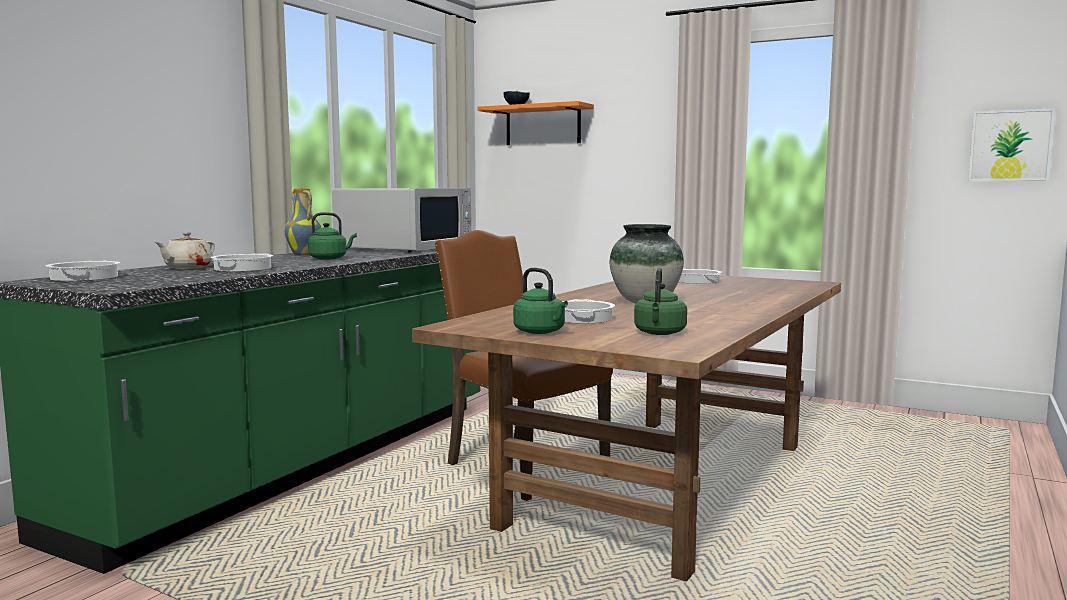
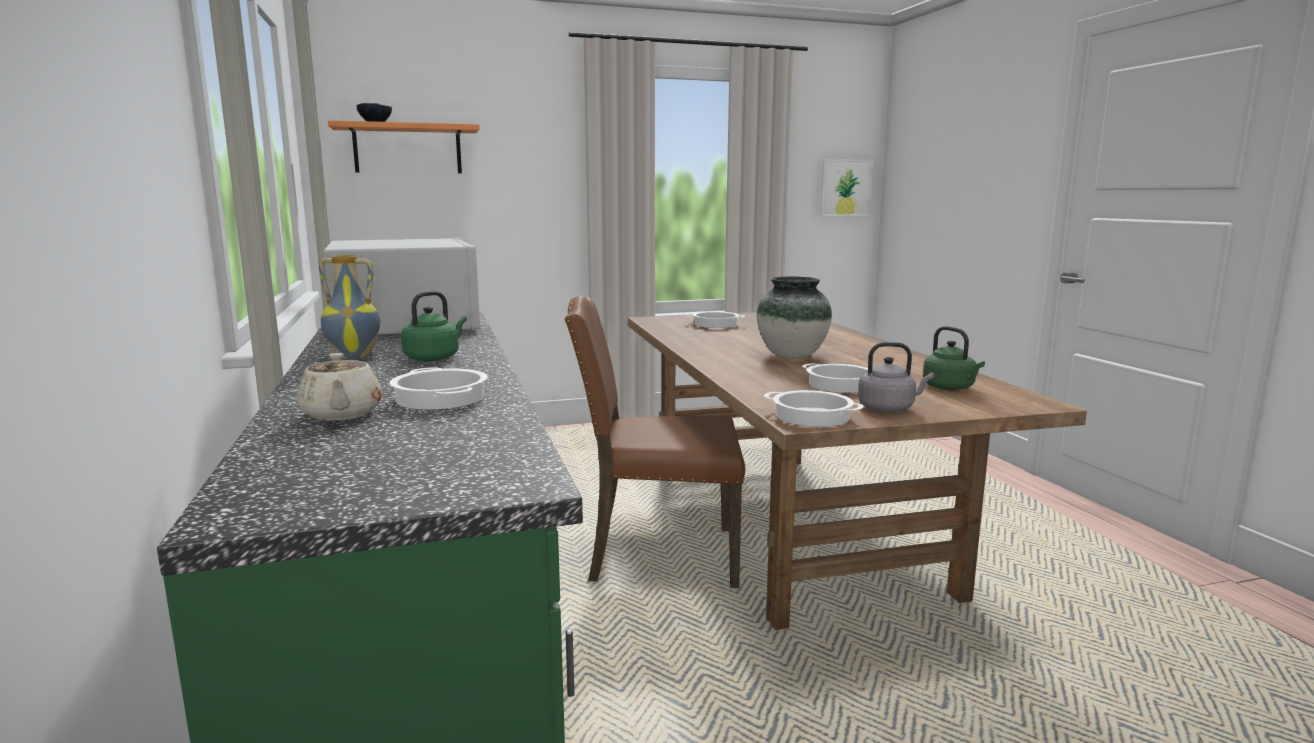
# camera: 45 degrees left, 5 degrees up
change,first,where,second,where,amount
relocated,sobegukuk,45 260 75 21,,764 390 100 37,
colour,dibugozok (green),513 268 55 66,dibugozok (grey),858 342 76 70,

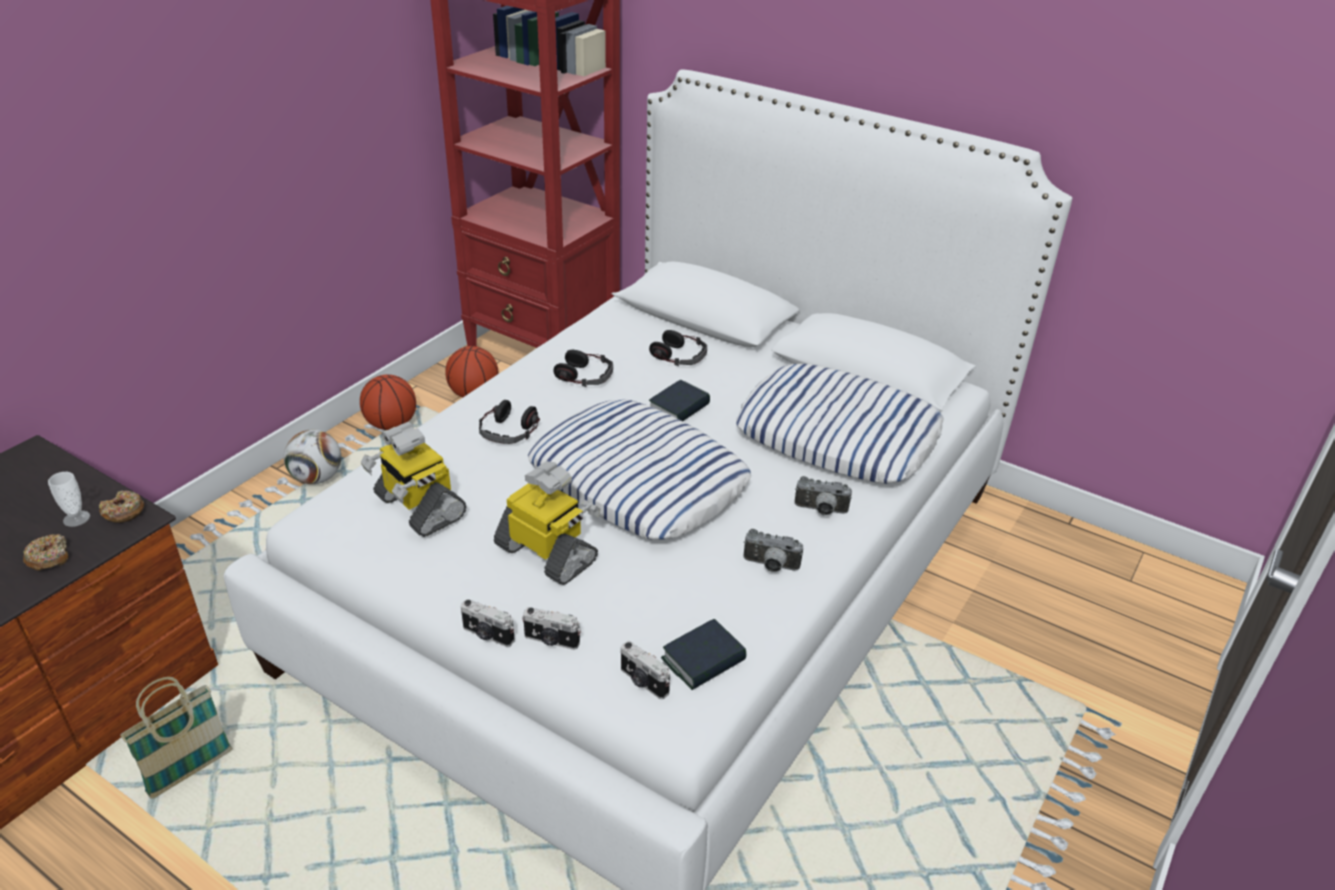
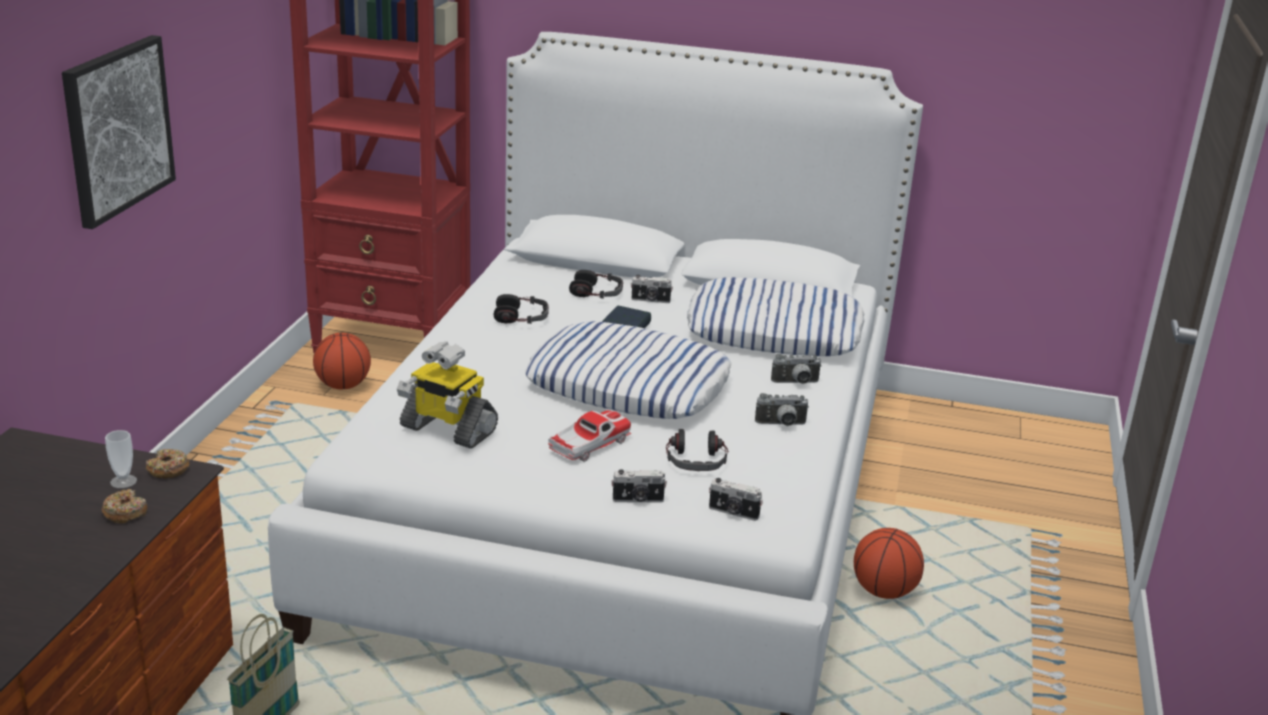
# camera: 20 degrees left, 10 degrees down
change,first,where,second,where,amount
missing,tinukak,284 430 57 54,,,
relocated,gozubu,360 374 56 56,,854 528 70 71,
relocated,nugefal,461 599 54 48,,631 275 42 28,
relocated,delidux,479 400 61 44,,666 429 63 42,
exchanged,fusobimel,494 461 107 124,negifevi,548 410 83 52,
missing,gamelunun,661 619 85 71,,,
appeared,,,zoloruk,62 35 114 194,

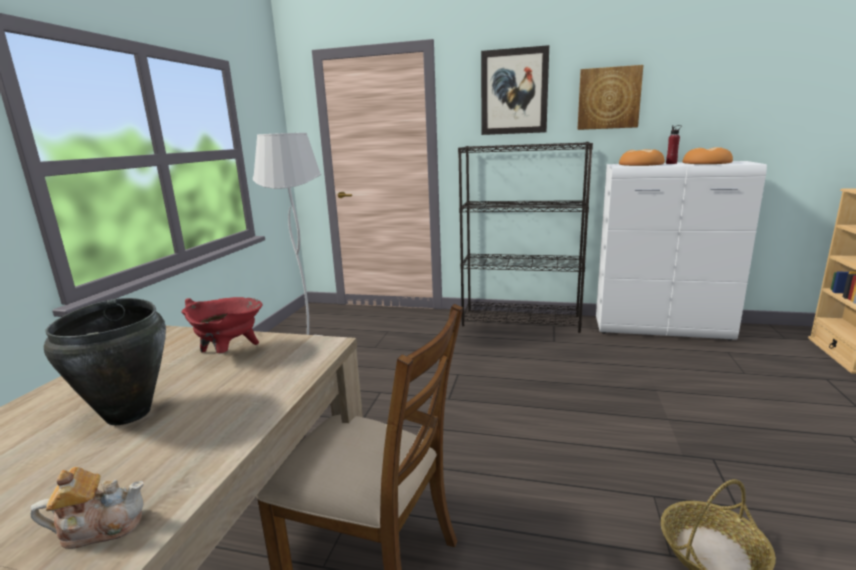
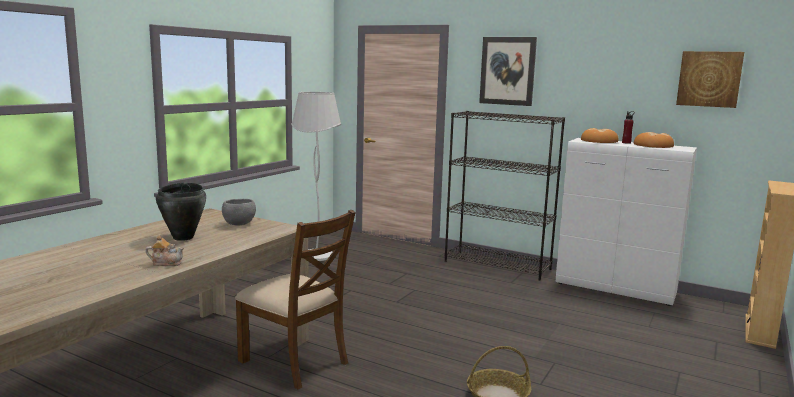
# camera: 15 degrees right, 5 degrees down
change,first,where,second,where,amount
exchanged,sobegukuk (red),181 297 82 56,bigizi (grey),222 199 34 27,
relocated,zoloruk,577 65 66 65,,676 51 68 57,

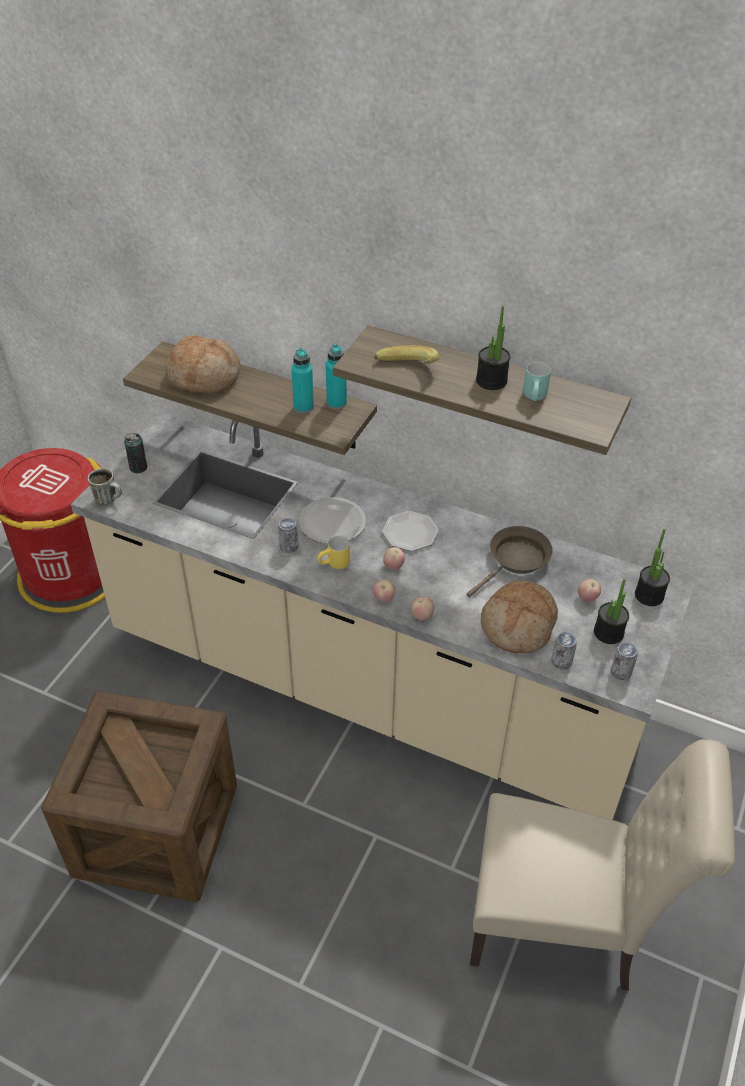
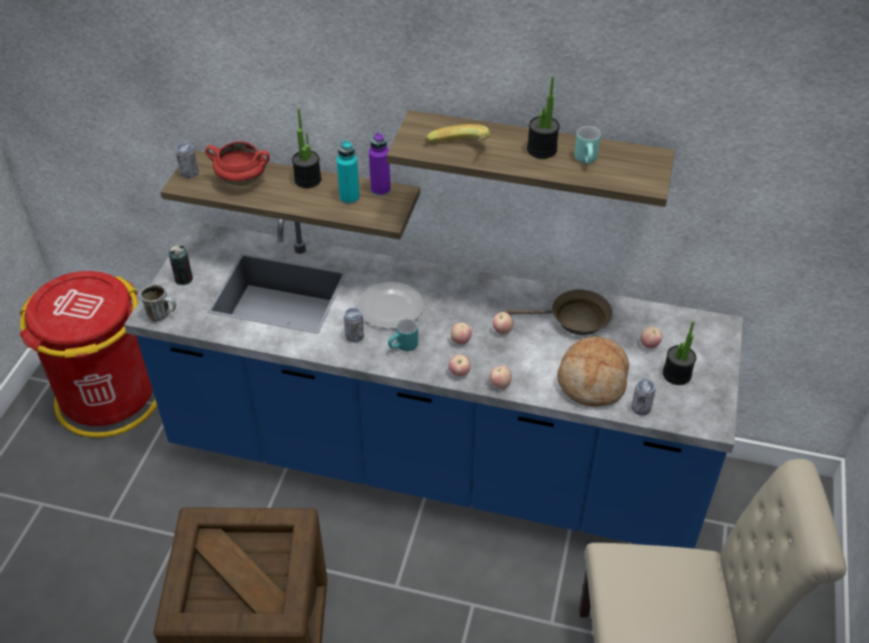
# camera: 10 degrees left, 0 degrees up
change,first,where,second,where,amount
colour,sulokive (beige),71 412 624 408,sulokive (blue),124 219 619 330,
exchanged,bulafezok,165 335 75 58,sobegukuk (red),205 141 65 45,
colour,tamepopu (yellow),318 536 32 33,tamepopu (turquoise),388 318 30 33,
colour,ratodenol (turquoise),326 344 21 65,ratodenol (purple),369 132 22 64,
missing,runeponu,382 511 57 40,,,
spun,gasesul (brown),467 526 86 71,,506 289 106 46,60 degrees clockwise
relocated,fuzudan,611 642 27 38,,176 143 23 35,
relocated,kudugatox,635 529 35 77,,292 108 29 80,
appeared,,,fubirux,493 312 21 22,

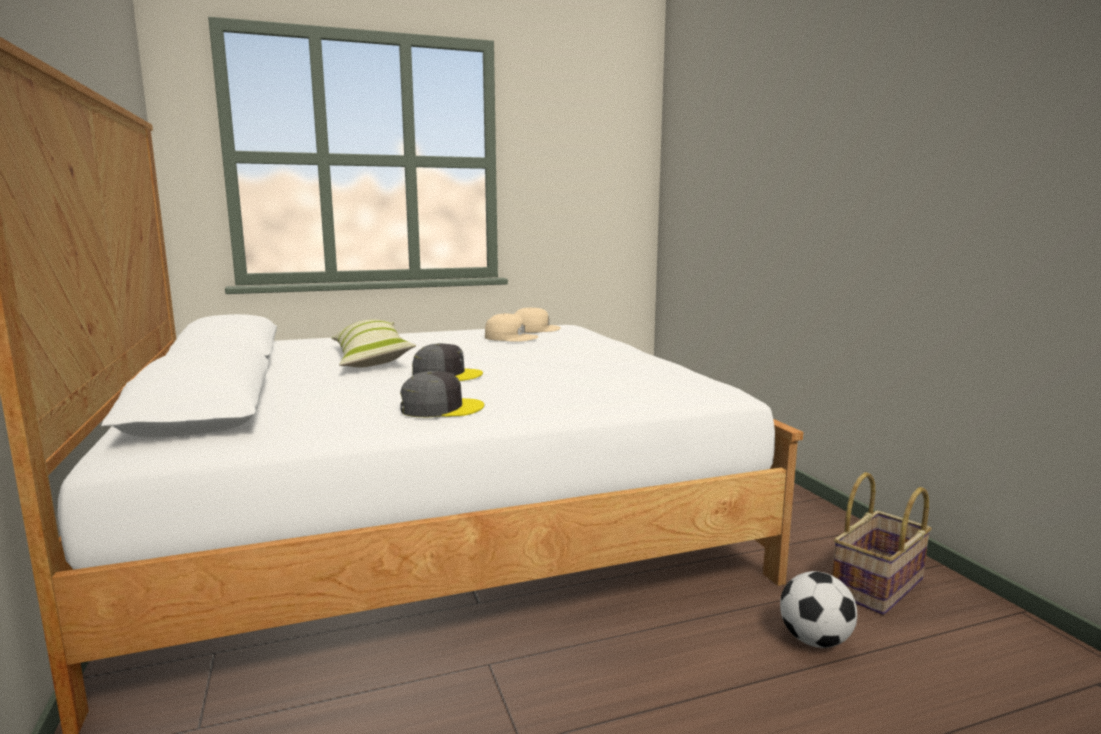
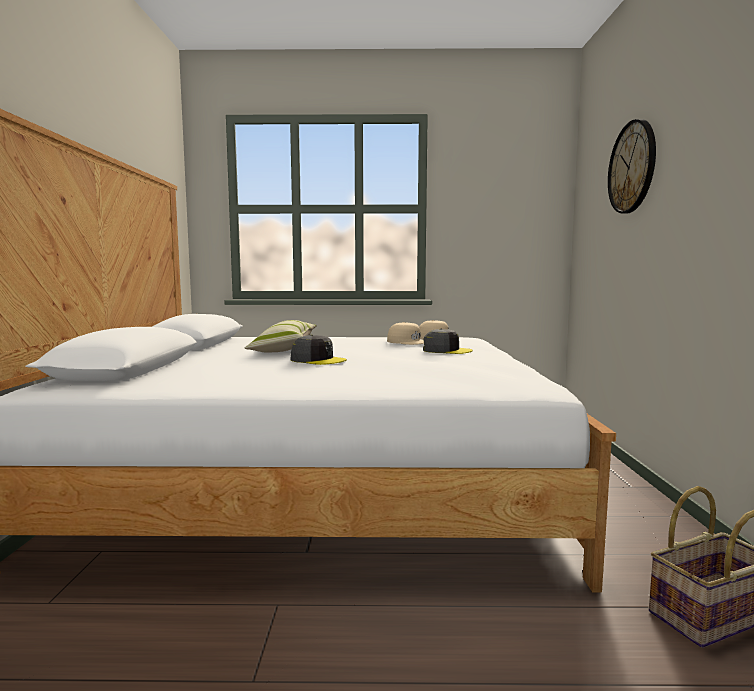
# camera: 20 degrees right, 5 degrees down
change,first,where,second,where,amount
relocated,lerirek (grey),400 371 84 46,,423 329 50 25,
missing,tinukak,780 571 77 77,,,
appeared,,,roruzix,608 119 48 95,

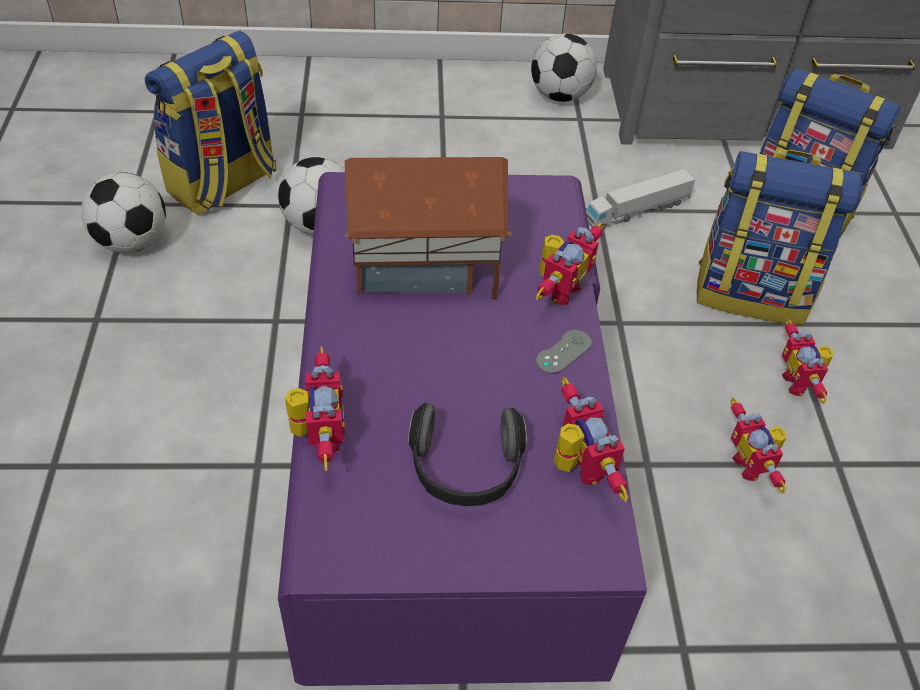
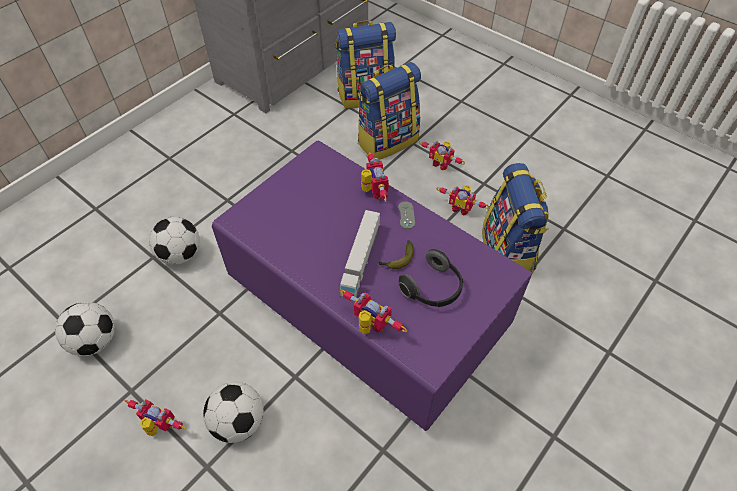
# camera: 45 degrees left, 5 degrees up
change,first,where,second,where,amount
relocated,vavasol,145 31 131 185,,482 163 67 111,
missing,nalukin,345 157 166 143,,,
relocated,tinukak,531 34 66 68,,203 382 61 61,
relocated,fusobimel,554 377 74 125,,125 400 61 36,
relocated,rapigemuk,586 169 109 61,,340 210 40 87,
appeared,,,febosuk,379 240 35 29,

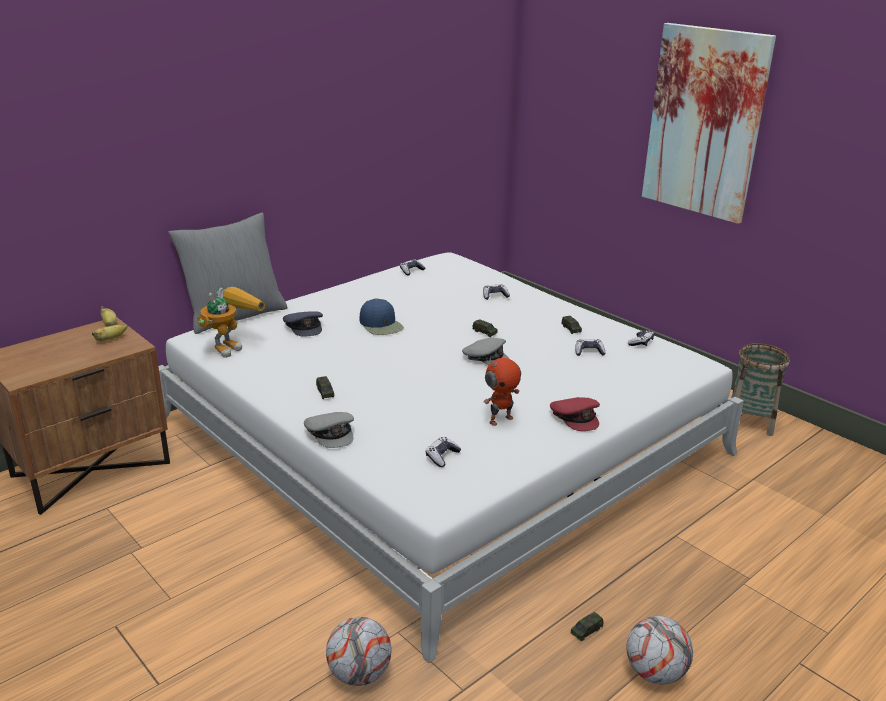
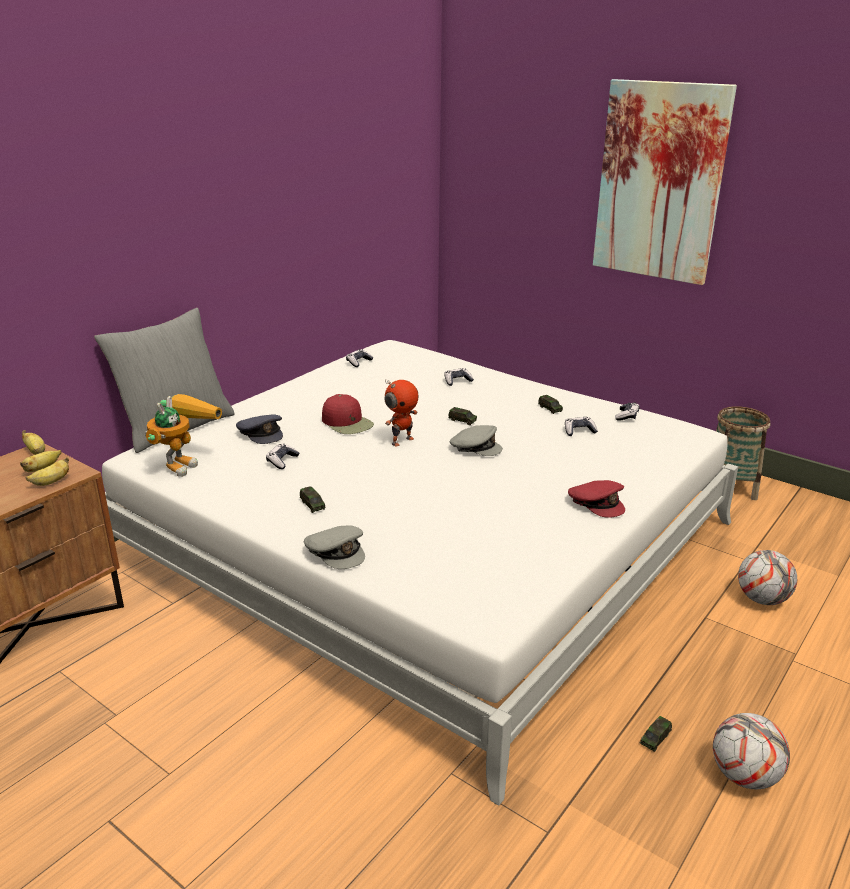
# camera: 10 degrees left, 0 degrees up
change,first,where,second,where,amount
relocated,tinukak,326 617 66 69,,738 550 59 55,
colour,lerirek (blue),360 298 44 37,lerirek (red),322 394 52 40,
relocated,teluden,426 437 35 30,,266 444 33 25,
relocated,fusobimel,483 357 38 69,,384 380 34 67,
appeared,,,febosuk,26 457 43 29,

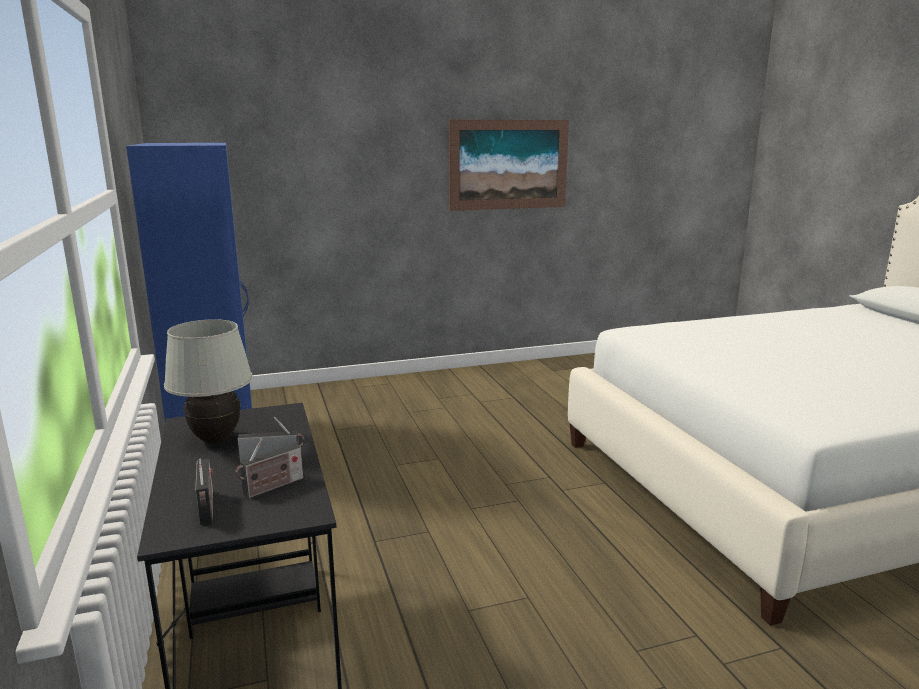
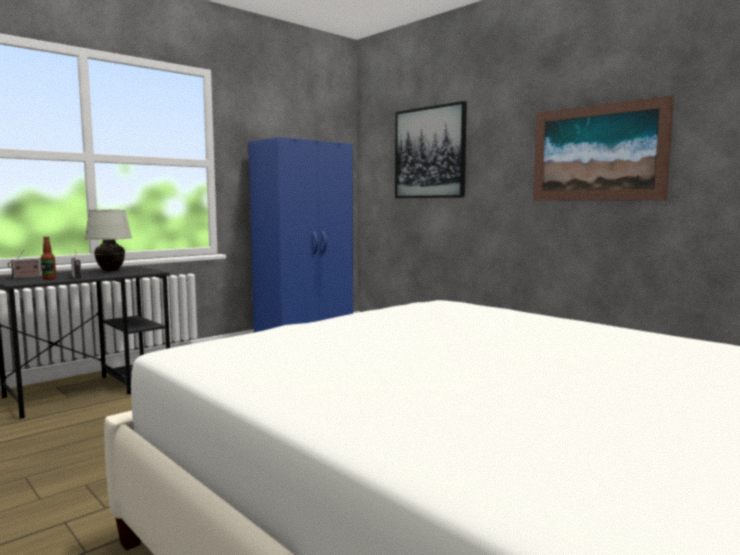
# camera: 65 degrees right, 10 degrees down
change,first,where,second,where,amount
exchanged,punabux,235 438 68 61,ratodenol,41 236 15 44,
appeared,,,zoloruk,395 101 72 97,

